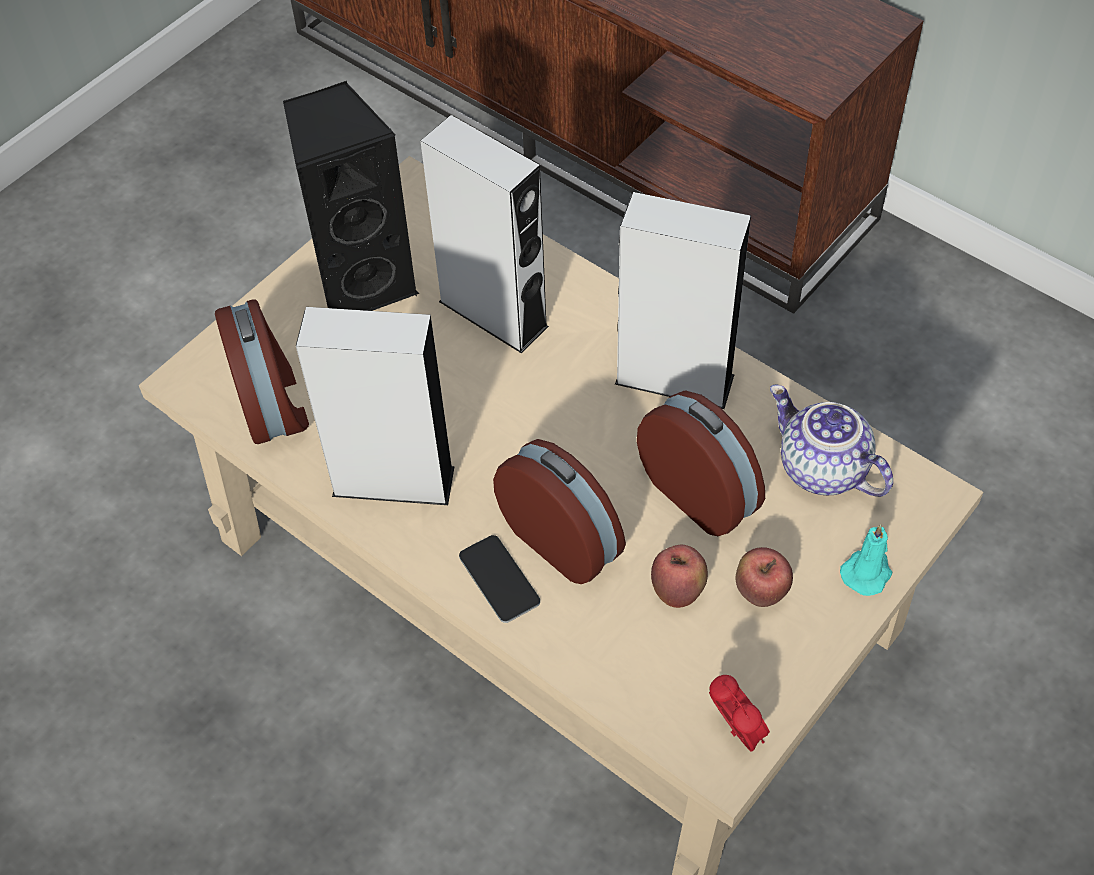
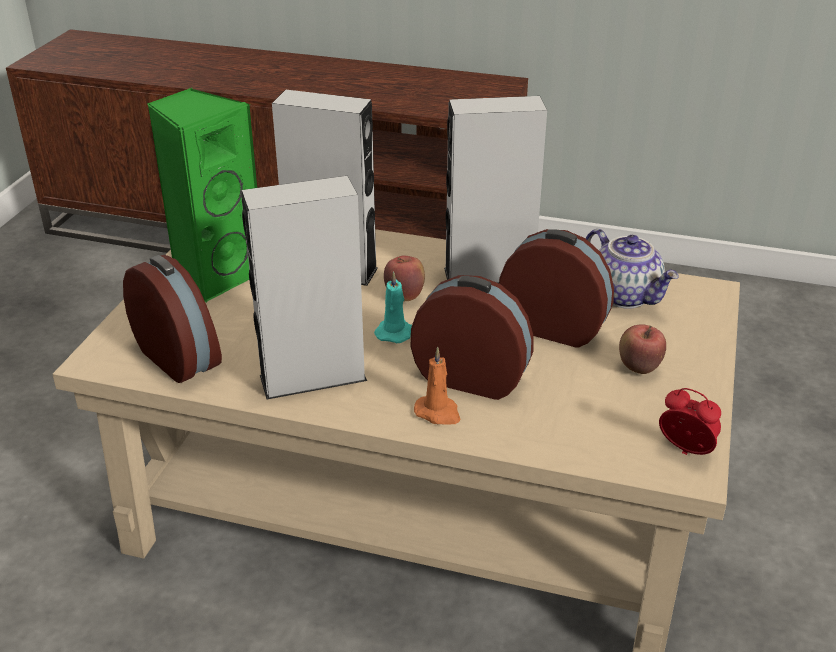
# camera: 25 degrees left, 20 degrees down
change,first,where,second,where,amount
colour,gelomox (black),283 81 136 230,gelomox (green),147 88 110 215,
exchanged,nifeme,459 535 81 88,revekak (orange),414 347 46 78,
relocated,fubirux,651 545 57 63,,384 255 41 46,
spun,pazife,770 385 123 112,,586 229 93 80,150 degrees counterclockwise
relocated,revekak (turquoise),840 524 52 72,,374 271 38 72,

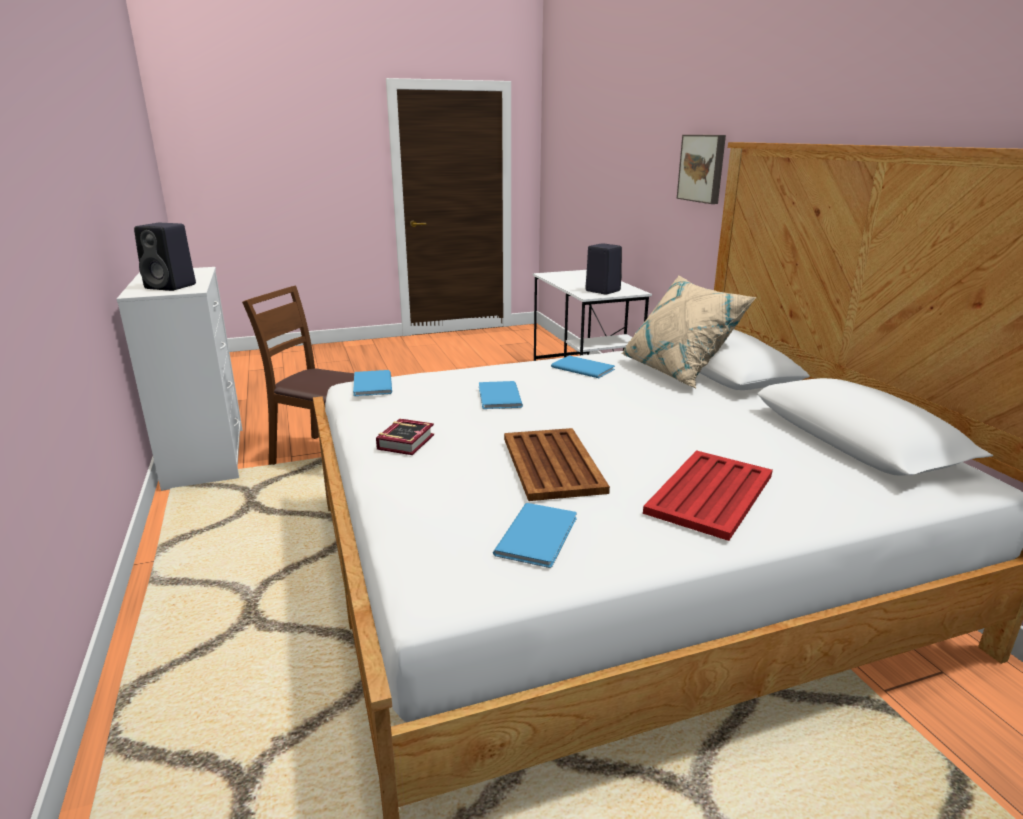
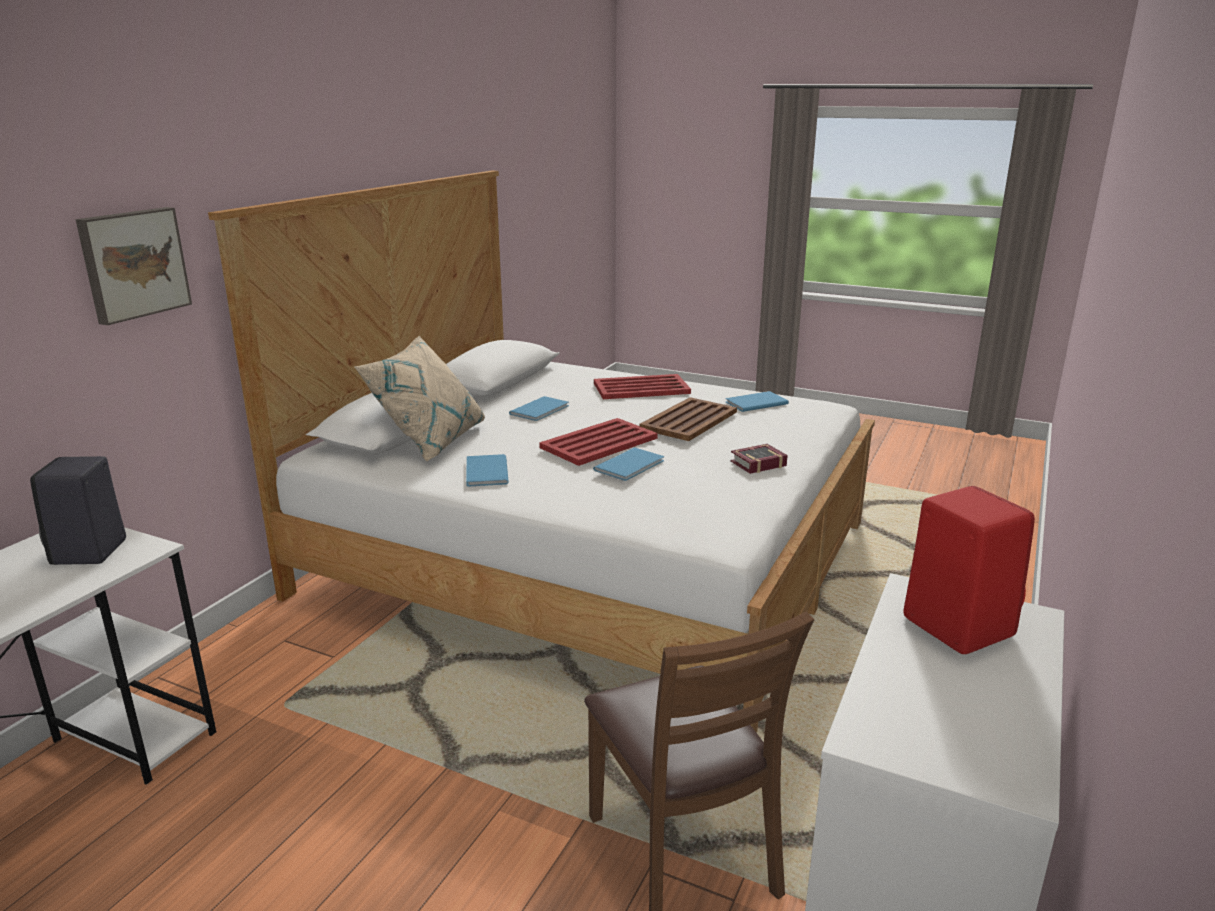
# camera: 135 degrees left, 0 degrees up
change,first,where,second,where,amount
colour,gelomox (black),134 223 62 68,gelomox (red),904 486 131 168,
relocated,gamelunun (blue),353 370 39 26,,509 396 60 25,
appeared,,,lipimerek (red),539 418 119 48,

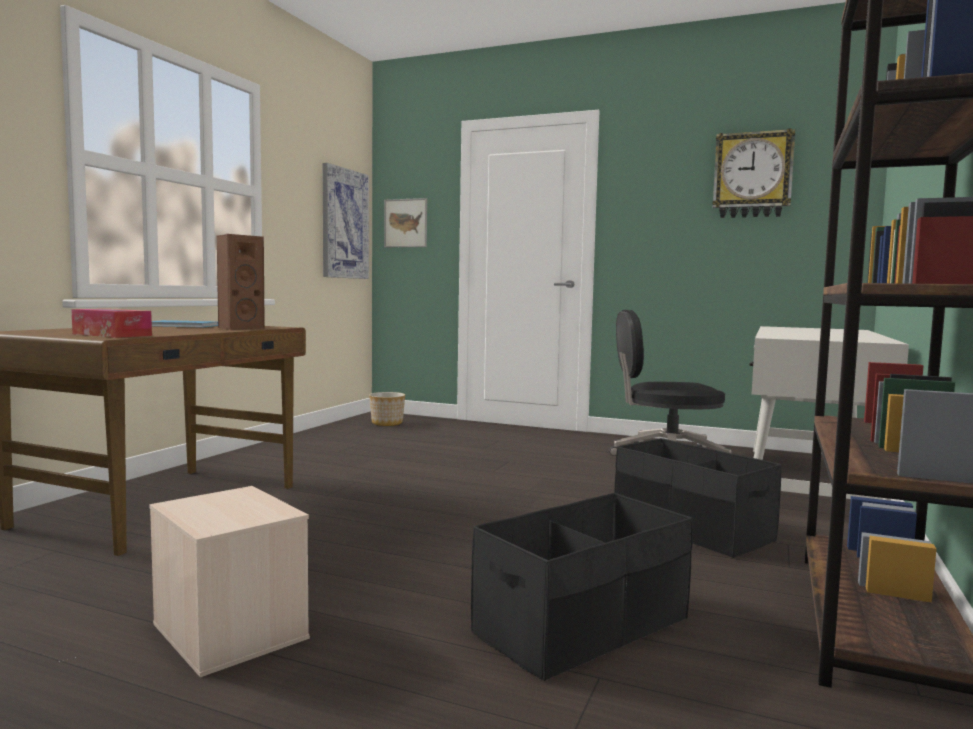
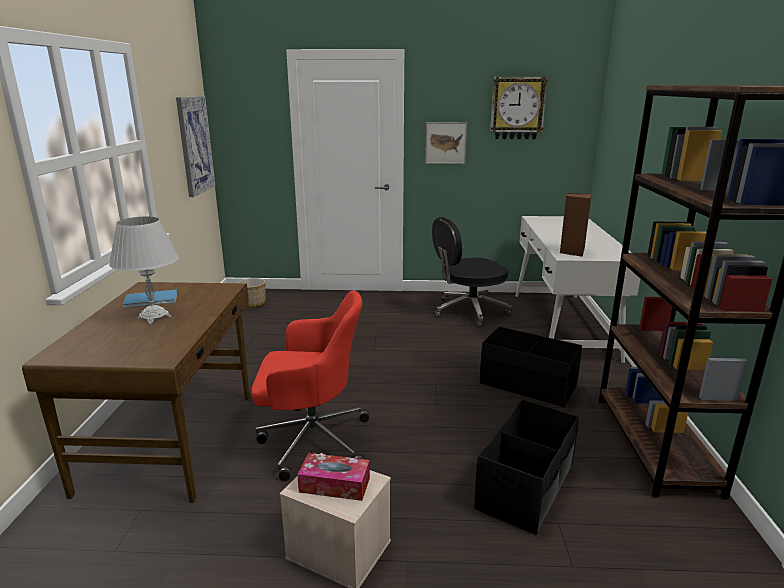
# camera: 20 degrees left, 15 degrees up
change,first,where,second,where,amount
relocated,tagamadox,71 309 81 29,,297 453 73 48,
relocated,gelomox (brown),217 234 48 96,,560 193 32 64,
relocated,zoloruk,384 198 43 49,,425 122 42 42,
appeared,,,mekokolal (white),109 217 70 107,
appeared,,,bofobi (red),251 290 118 191,

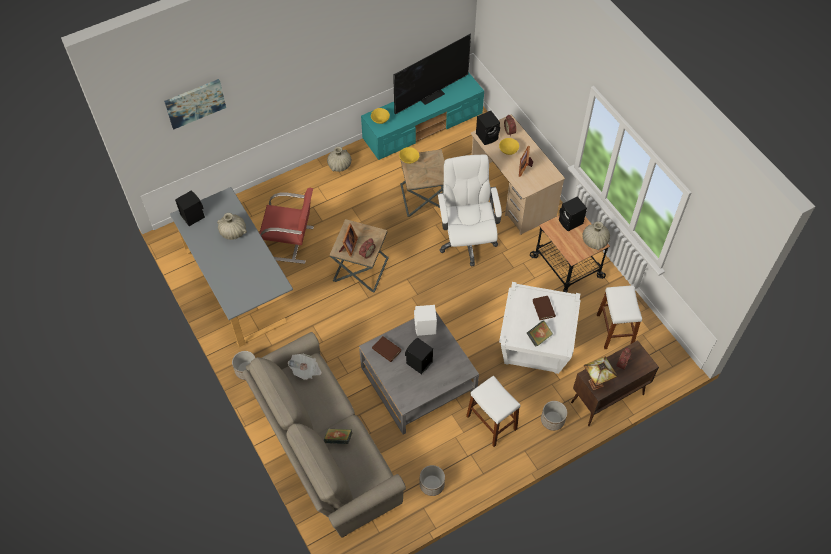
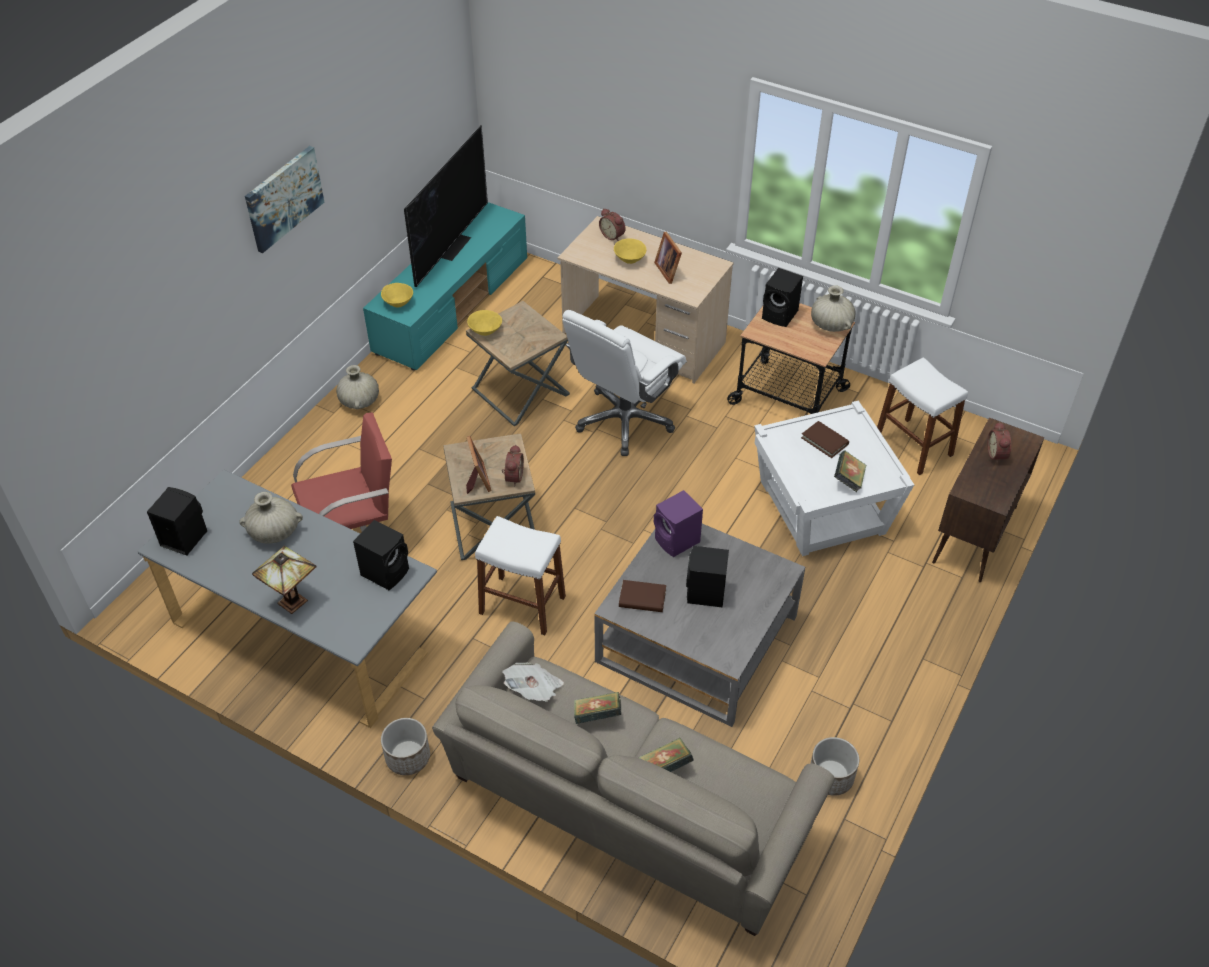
# camera: 30 degrees left, 10 degrees down
change,first,where,second,where,amount
relocated,zoloruk,164 79 62 50,,245 146 79 107,
colour,gelomox (white),414 305 23 31,gelomox (purple),654 490 49 67,
spun,bofobi (white),438 154 64 112,,563 310 123 146,105 degrees counterclockwise
relocated,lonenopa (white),466 375 55 72,,475 516 91 119,
relocated,gelomox (black),476 111 24 34,,353 520 56 70,
missing,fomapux,541 401 26 30,,,
relocated,mekokolal,584 357 34 34,,252 546 65 68,
appeared,,,gamelunun,574 692 47 32,

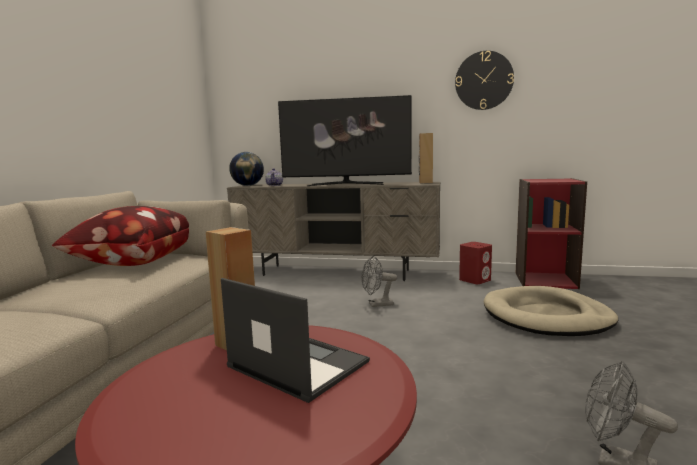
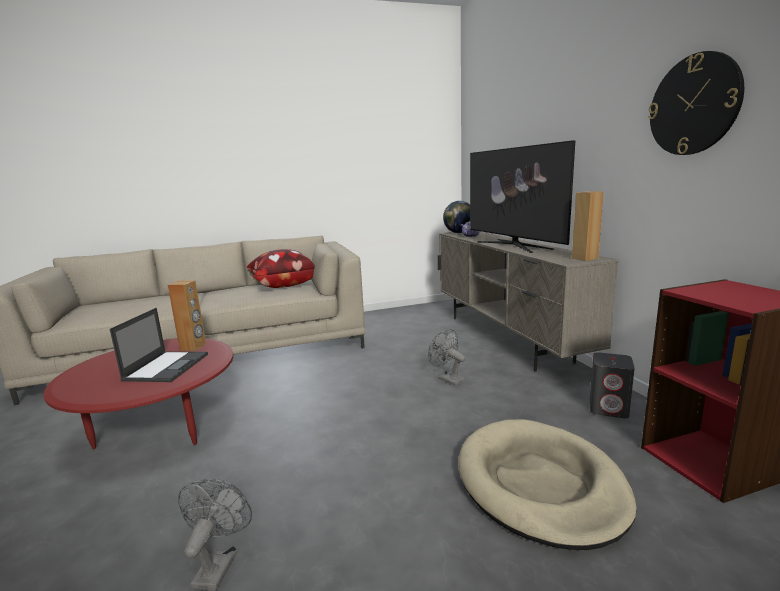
# camera: 60 degrees right, 5 degrees up
change,first,where,second,where,amount
colour,gelomox (red),459 242 33 42,gelomox (grey),590 352 45 66,

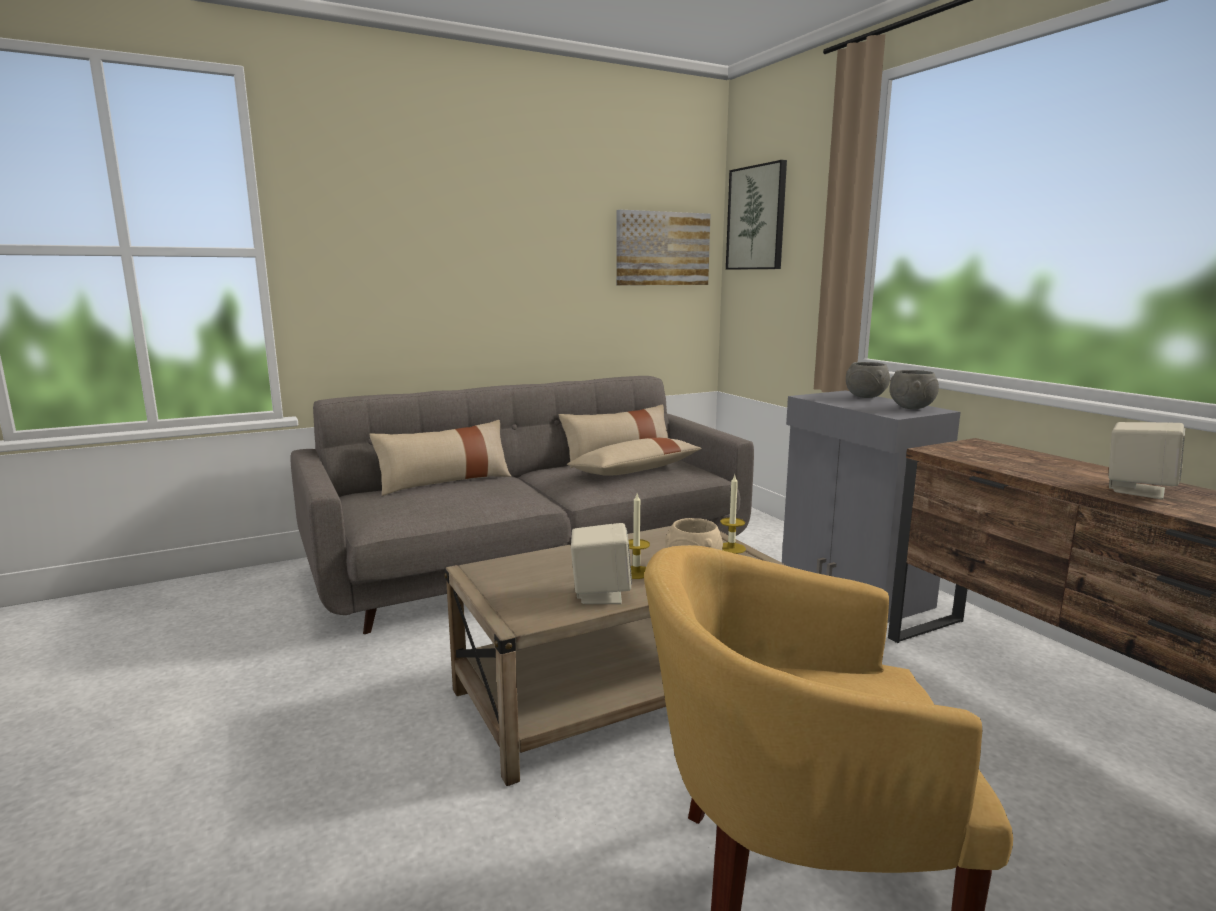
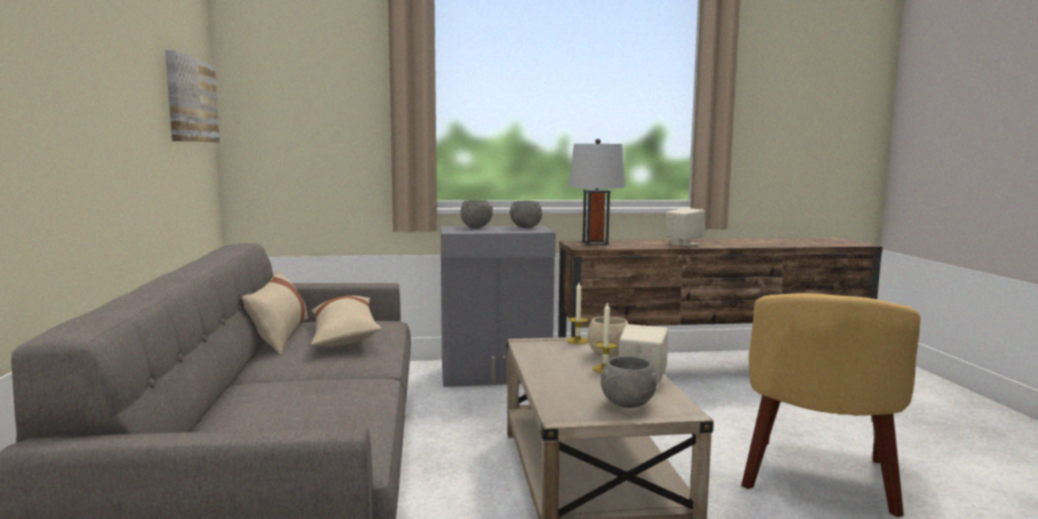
# camera: 70 degrees left, 5 degrees down
change,first,where,second,where,amount
missing,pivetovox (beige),369 420 142 76,,,
missing,zoloruk,726 160 61 110,,,
appeared,,,mekokolal (grey),568 139 57 106,
appeared,,,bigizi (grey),601 356 57 52,

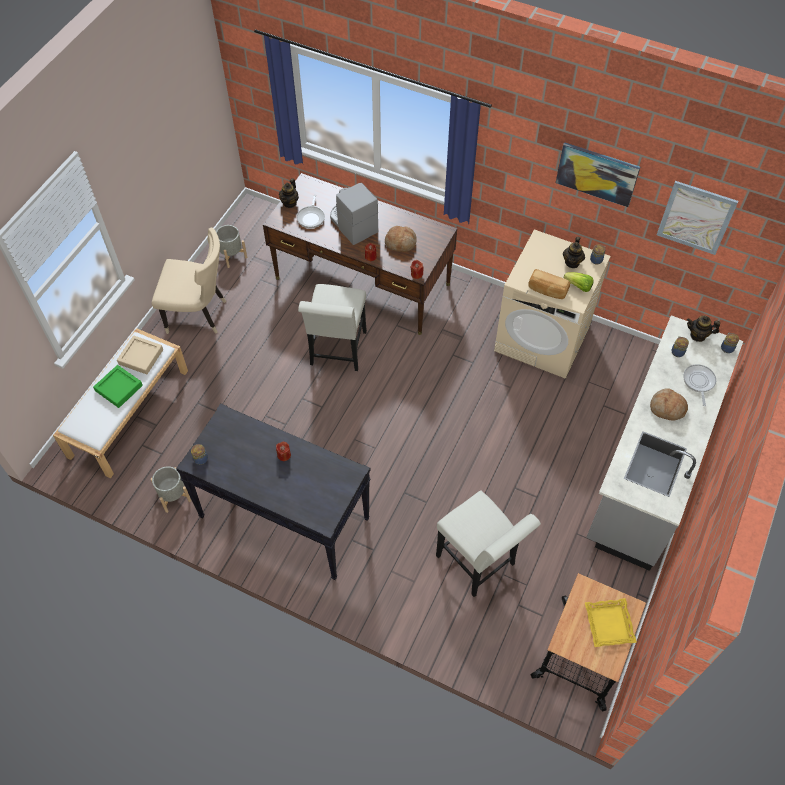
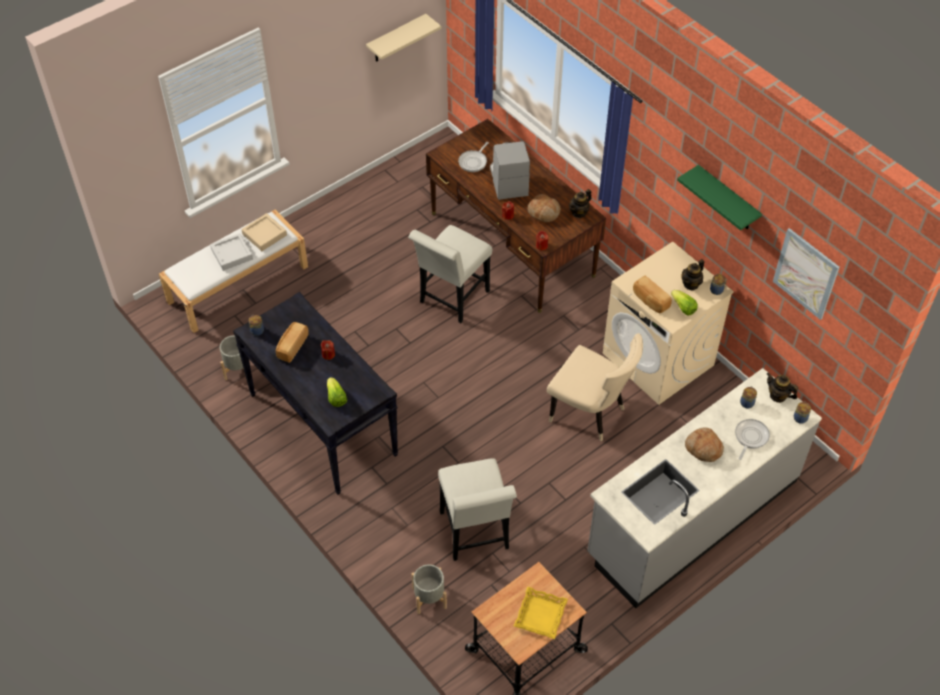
# camera: 25 degrees right, 5 degrees down
change,first,where,second,where,amount
colour,lipimerek (green),93 365 50 43,lipimerek (grey),210 233 43 38,
relocated,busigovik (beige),152 227 74 107,,547 333 96 108,
relocated,fomapux (grey),216 225 31 43,,411 564 36 50,
relocated,pazife,279 178 20 30,,569 189 23 29,
exchanged,zoloruk,556 142 84 65,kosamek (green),677 165 85 65,
appeared,,,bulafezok,276 322 33 41,
appeared,,,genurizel,327 377 20 30,
appeared,,,kosamek (beige),366 14 76 48,

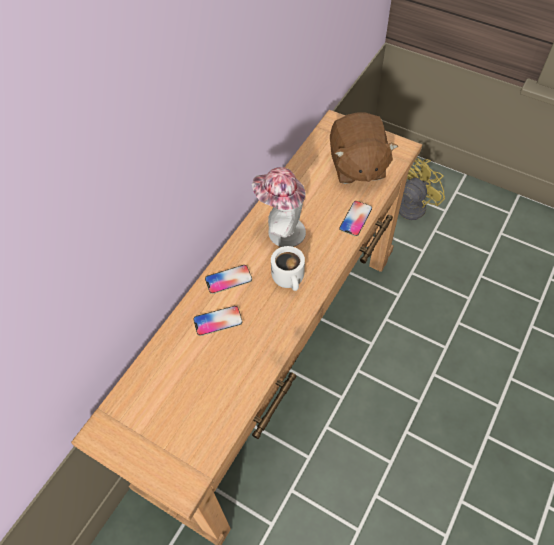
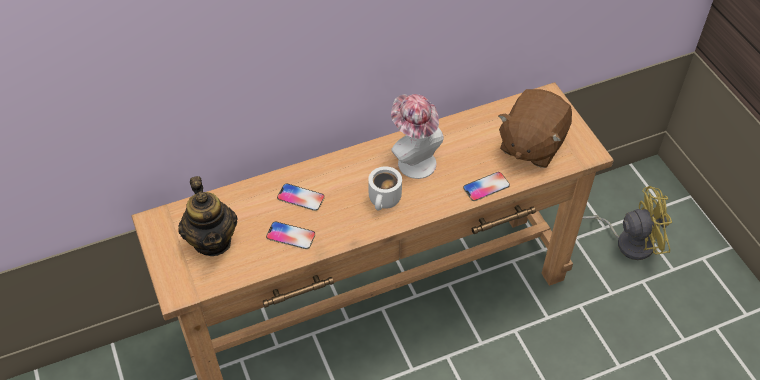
# camera: 35 degrees right, 5 degrees down
change,first,where,second,where,amount
relocated,nifeme,205 265 47 29,,266 222 49 27,
appeared,,,pazife,178 176 60 80,

